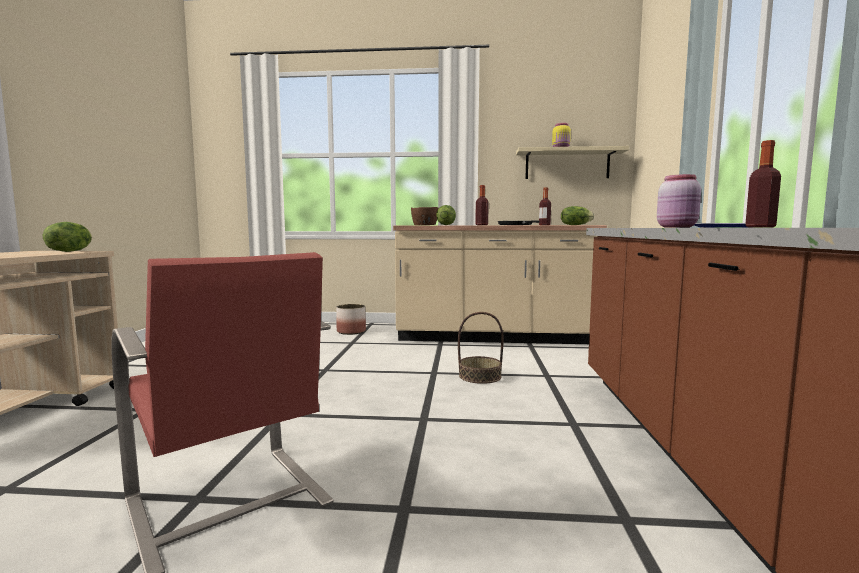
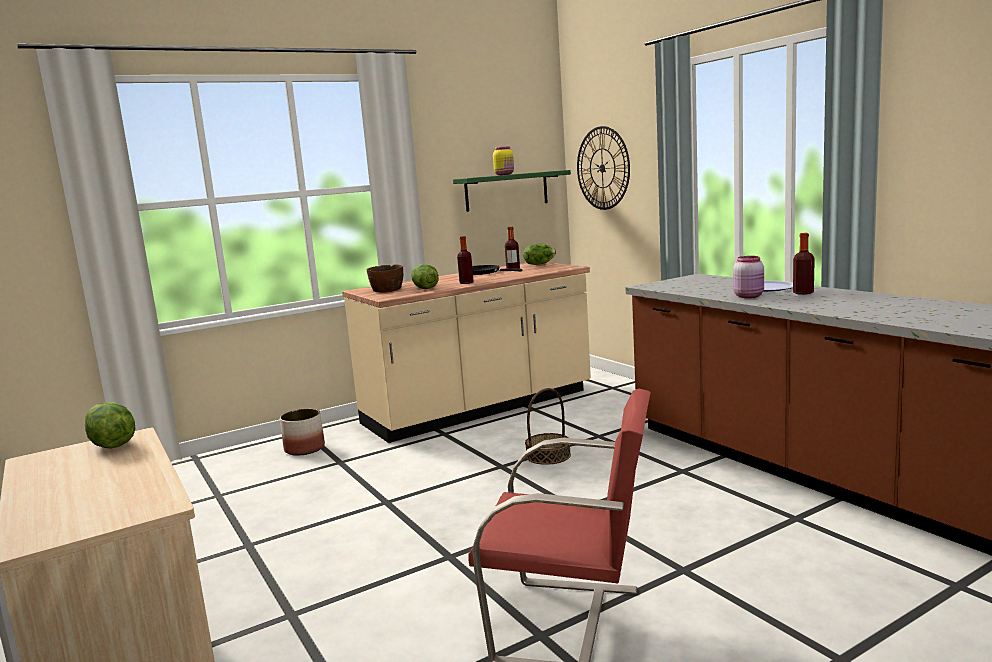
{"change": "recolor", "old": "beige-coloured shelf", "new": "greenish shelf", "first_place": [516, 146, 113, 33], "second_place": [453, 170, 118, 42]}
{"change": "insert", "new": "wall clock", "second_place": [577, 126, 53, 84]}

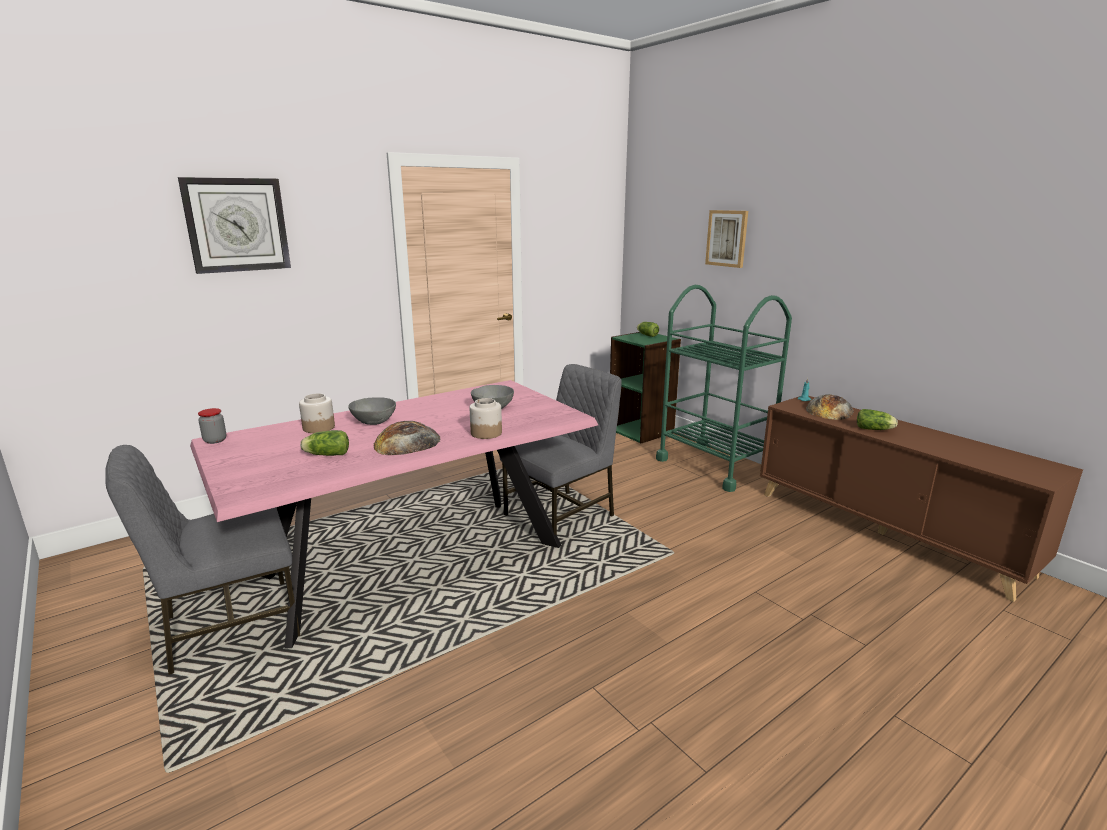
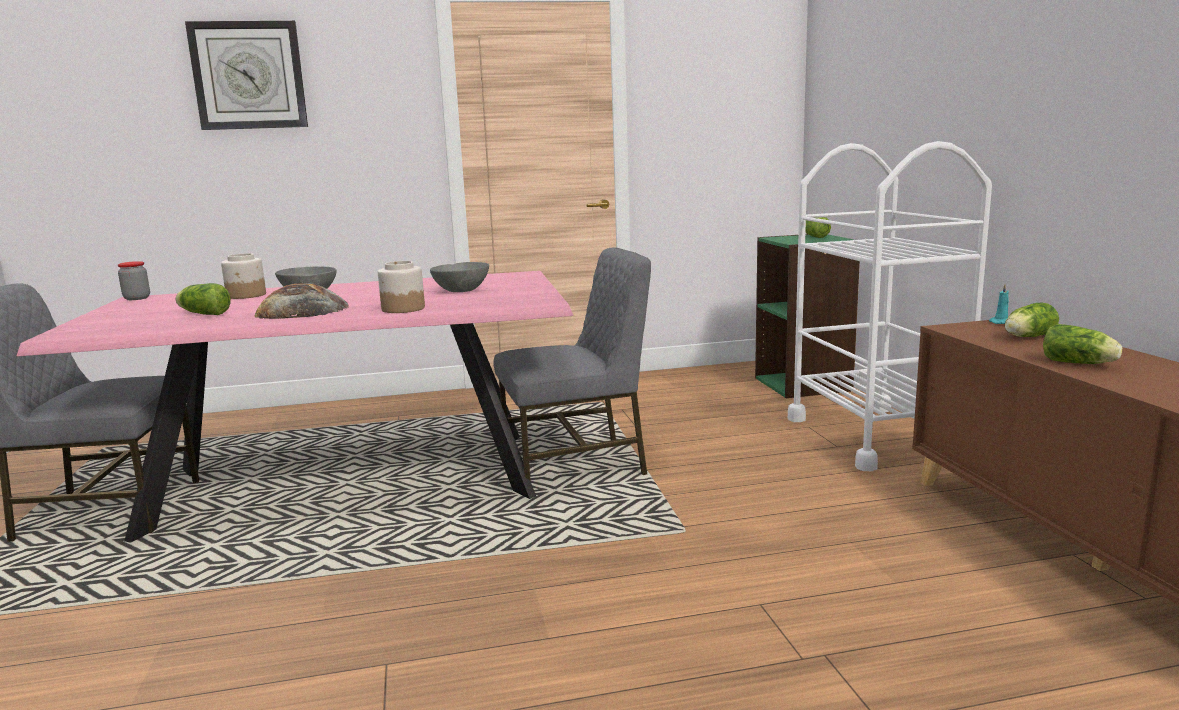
{"change": "delete", "old": "picture", "first_place": [705, 210, 43, 58]}
{"change": "recolor", "old": "greenish trolley", "new": "whitish trolley", "first_place": [656, 285, 136, 207], "second_place": [788, 141, 204, 330]}
{"change": "replace", "old": "baked bread", "new": "lettuce", "first_place": [806, 394, 48, 26], "second_place": [1005, 303, 54, 34]}

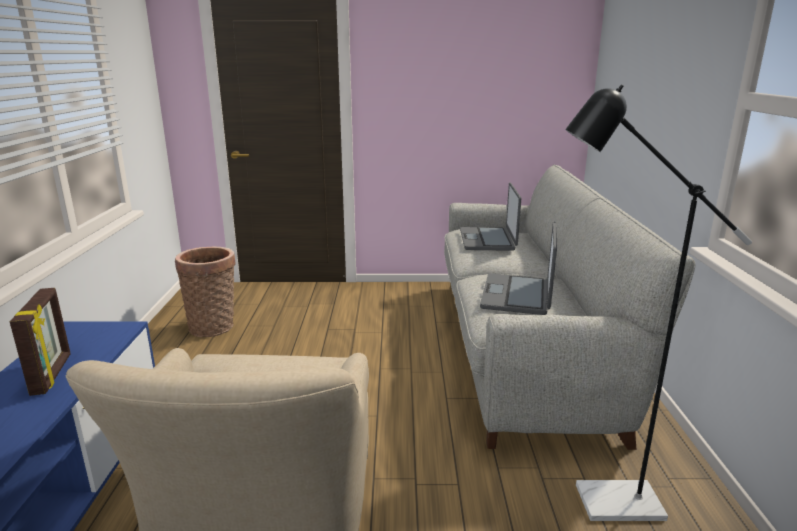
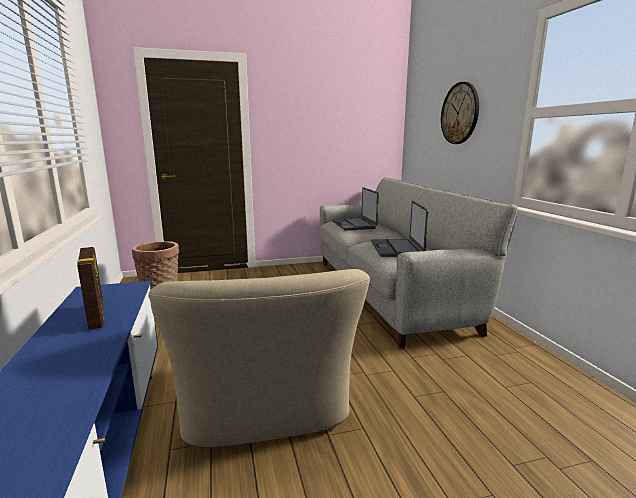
{"change": "delete", "old": "blackish floor lamp", "first_place": [565, 85, 187, 436]}
{"change": "insert", "new": "wall clock", "second_place": [441, 82, 38, 62]}

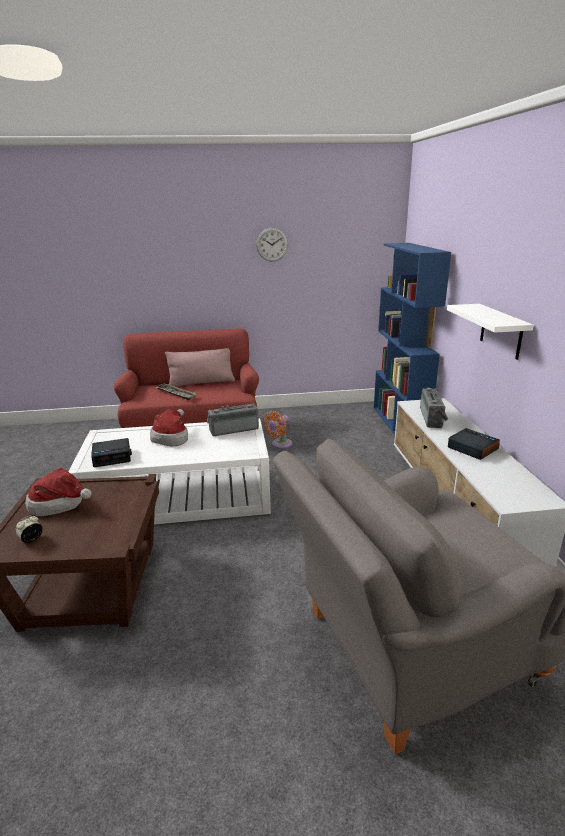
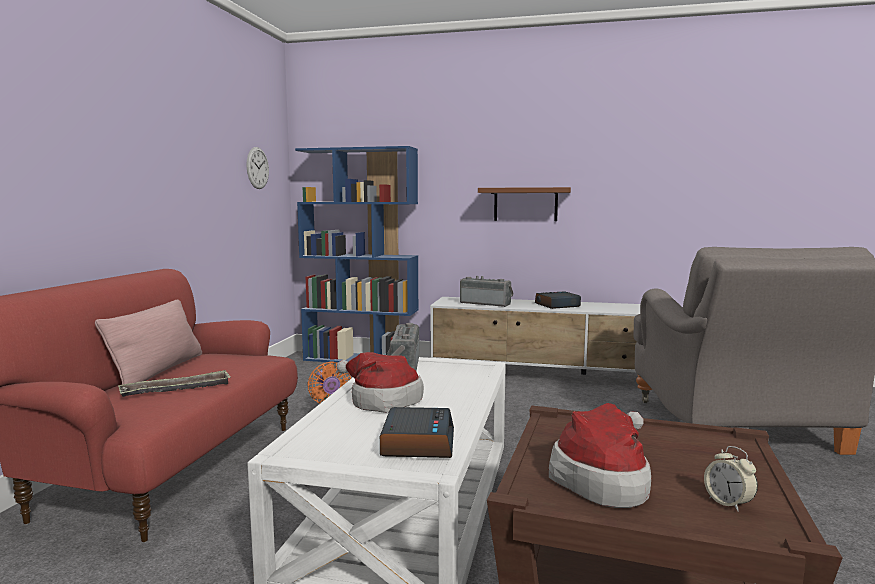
{"change": "move", "old": "wall clock", "first_place": [256, 228, 32, 34], "second_place": [247, 147, 22, 42]}
{"change": "recolor", "old": "whitish shelf", "new": "brownish shelf", "first_place": [447, 304, 87, 56], "second_place": [478, 187, 93, 34]}

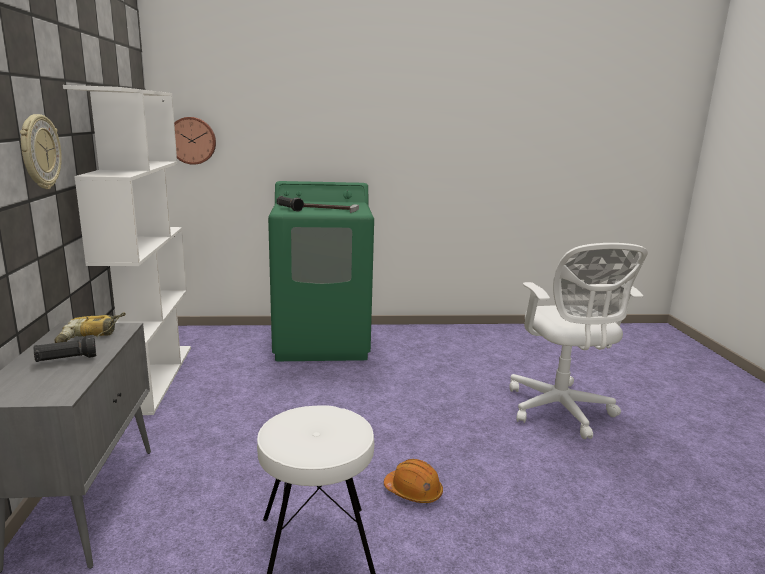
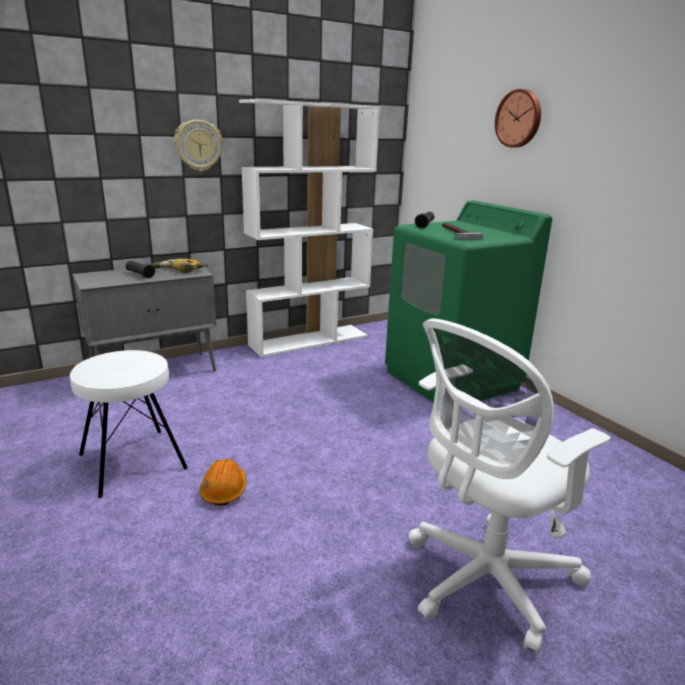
{"change": "move", "old": "wall clock", "first_place": [174, 117, 42, 48], "second_place": [495, 89, 46, 59]}

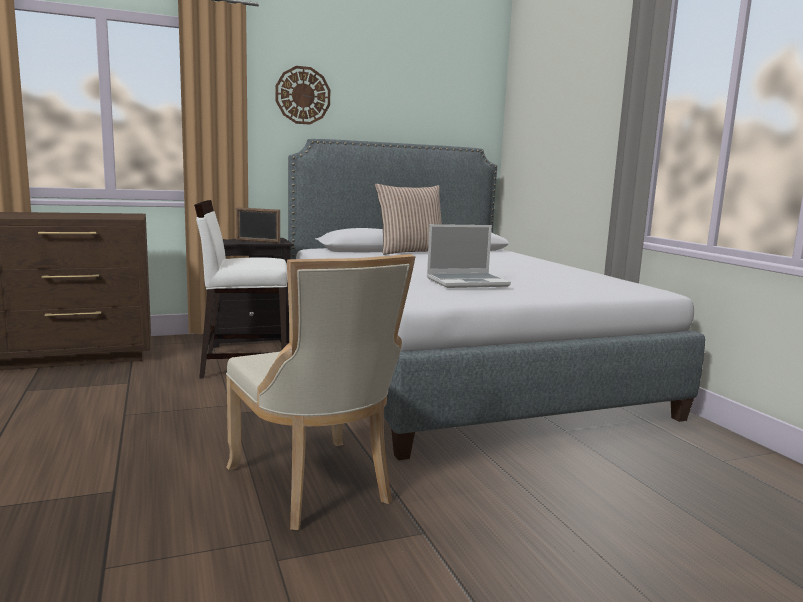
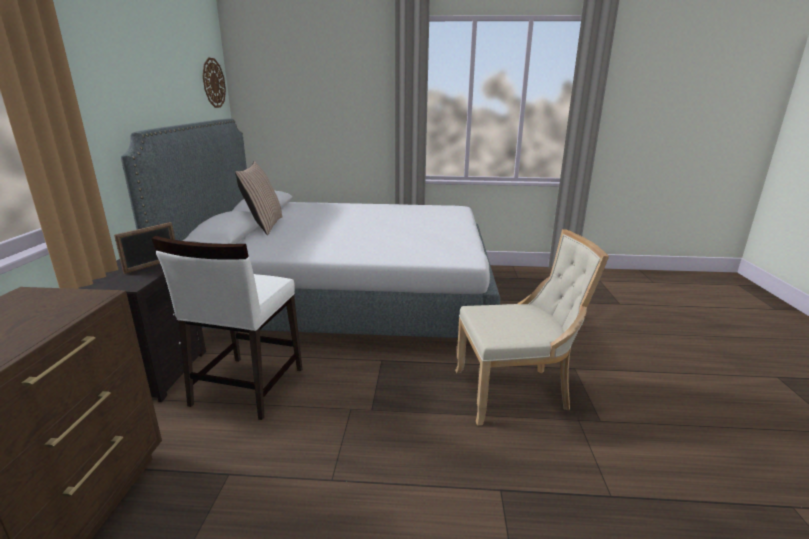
{"change": "move", "old": "wall clock", "first_place": [276, 66, 54, 59], "second_place": [203, 58, 23, 50]}
{"change": "delete", "old": "portable computer", "first_place": [427, 224, 84, 64]}

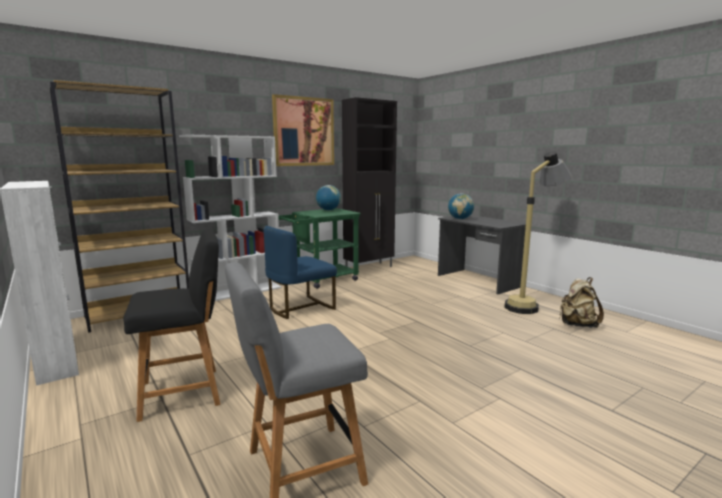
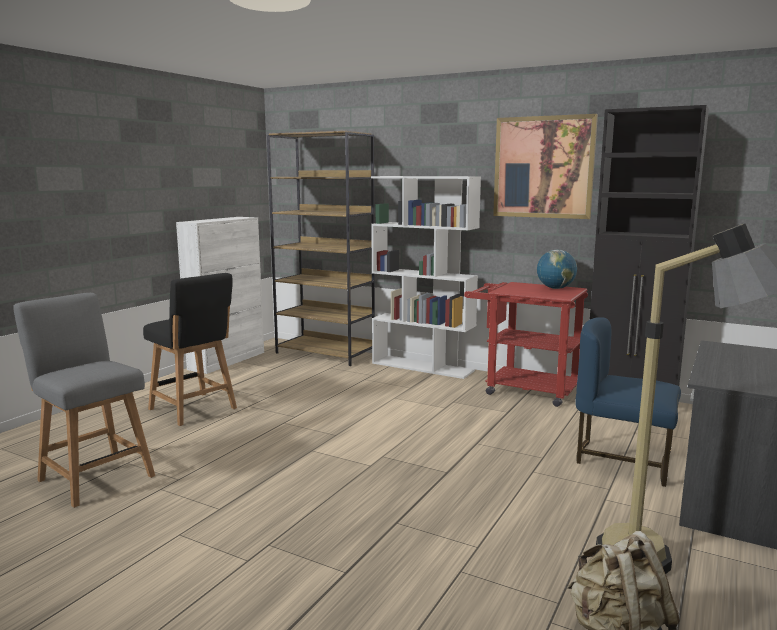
{"change": "delete", "old": "world globe", "first_place": [448, 194, 26, 26]}
{"change": "recolor", "old": "greenish trolley", "new": "red trolley", "first_place": [278, 208, 83, 81], "second_place": [464, 282, 124, 125]}
{"change": "move", "old": "bluish upright chair", "first_place": [263, 226, 74, 93], "second_place": [575, 317, 106, 170]}

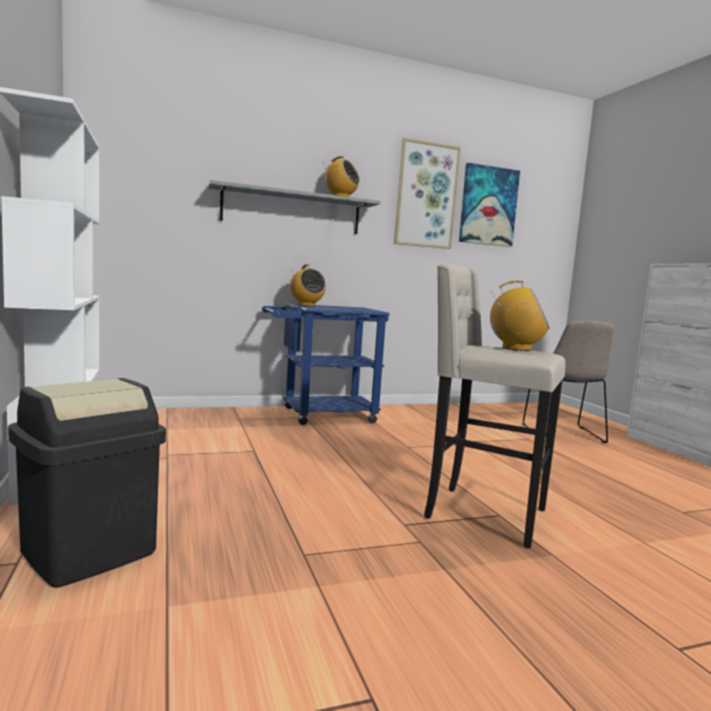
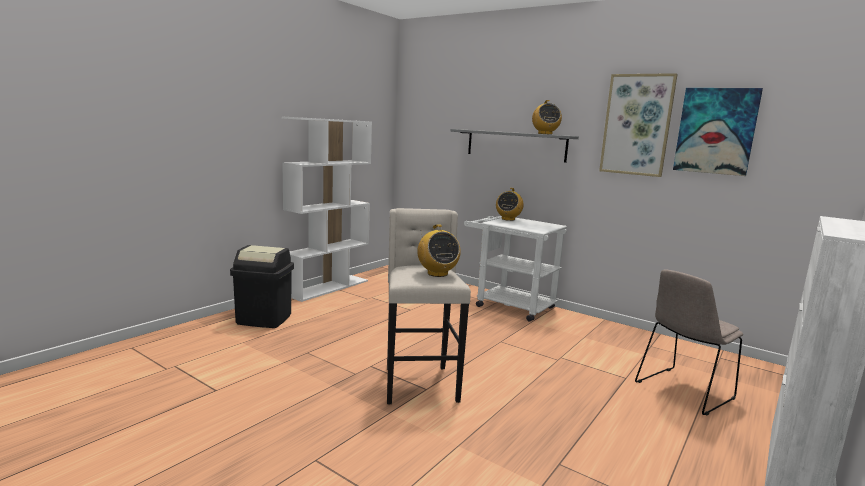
{"change": "recolor", "old": "bluish trolley", "new": "whitish trolley", "first_place": [262, 304, 128, 121], "second_place": [464, 216, 103, 106]}

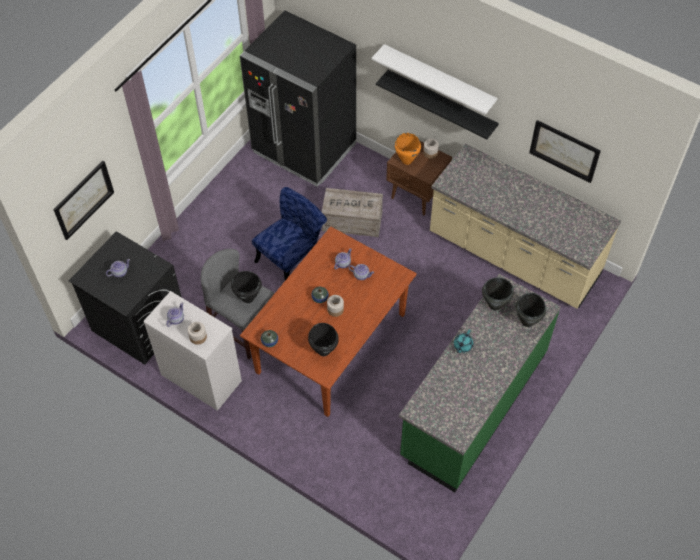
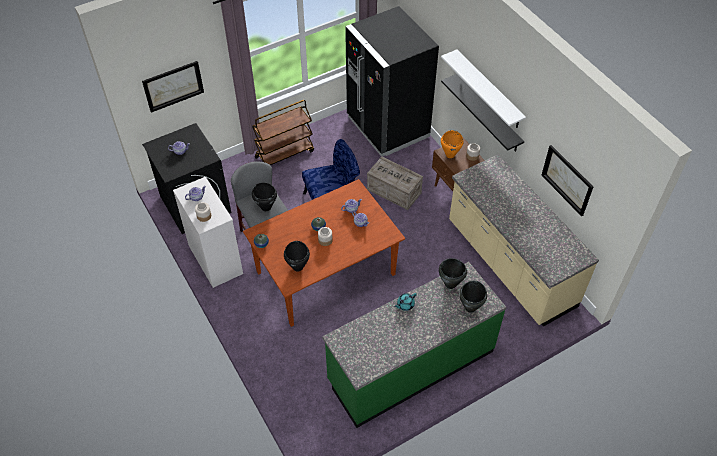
{"change": "insert", "new": "brownish trolley", "second_place": [252, 100, 62, 65]}

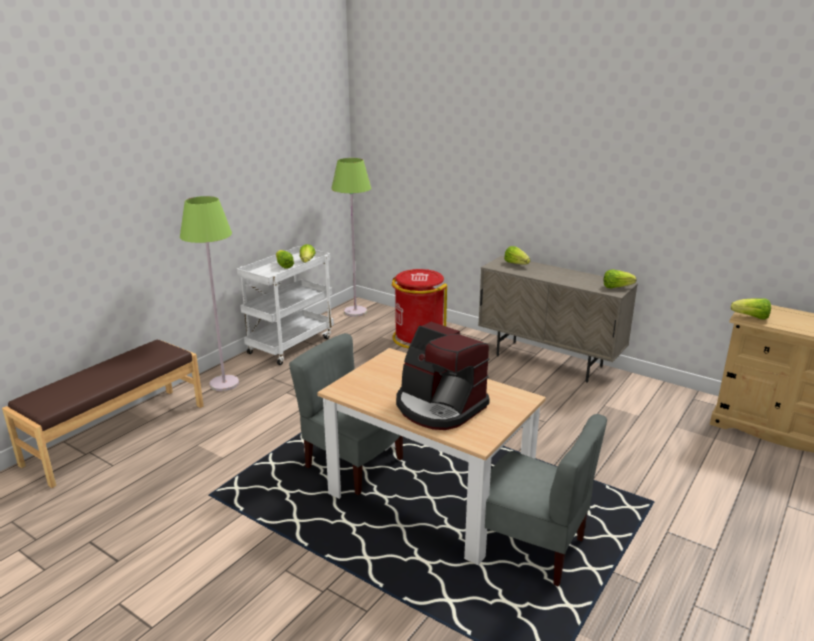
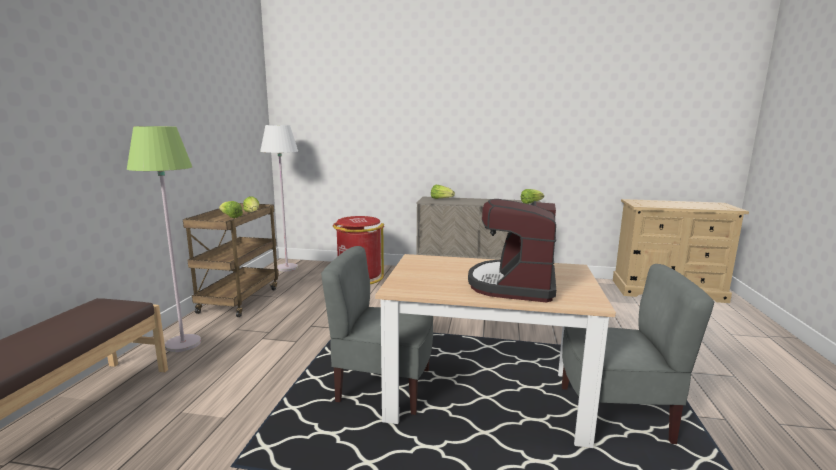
{"change": "recolor", "old": "greenish floor lamp", "new": "whitish floor lamp", "first_place": [331, 158, 40, 159], "second_place": [260, 125, 38, 147]}
{"change": "recolor", "old": "whitish trolley", "new": "brownish trolley", "first_place": [237, 246, 97, 119], "second_place": [183, 203, 96, 114]}
{"change": "delete", "old": "lettuce", "first_place": [731, 298, 40, 22]}
{"change": "rotate", "old": "coffee machine", "first_place": [396, 322, 94, 108], "second_place": [468, 199, 88, 104], "degrees": 90}

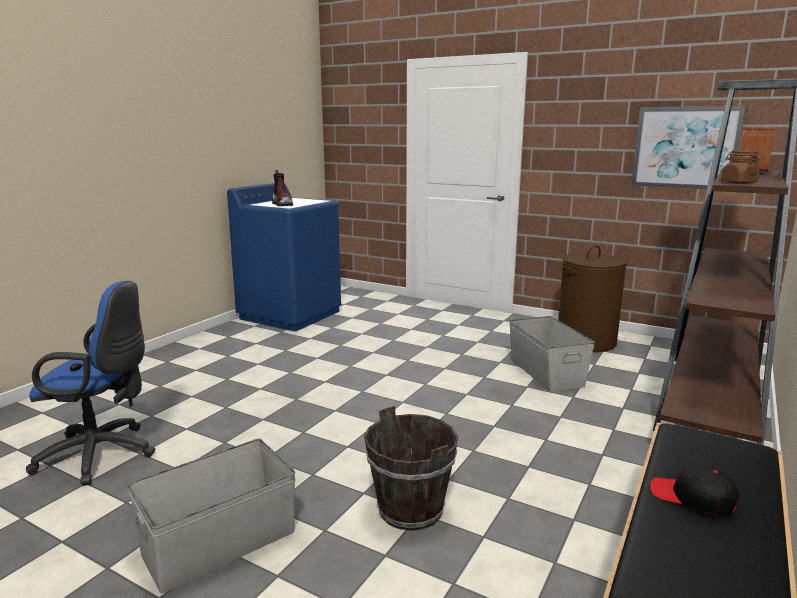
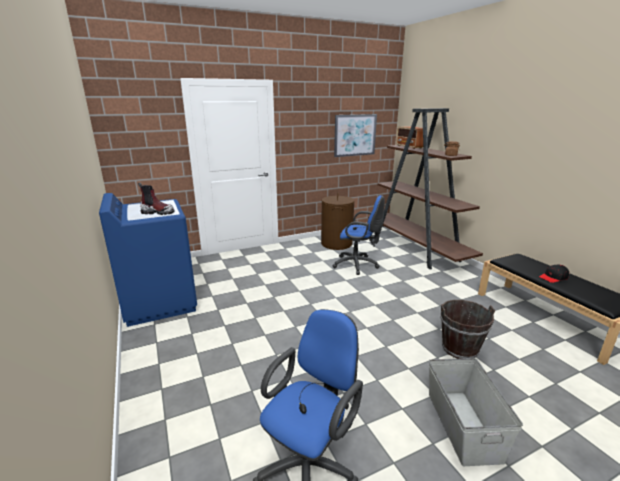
{"change": "replace", "old": "greyish storage container", "new": "bluish office chair", "first_place": [509, 316, 86, 76], "second_place": [332, 195, 53, 80]}

